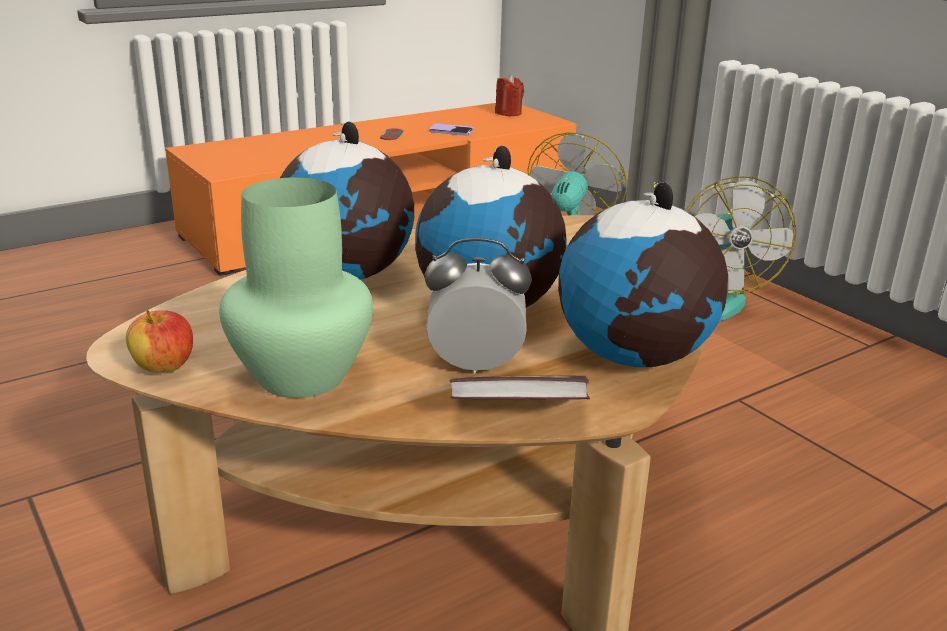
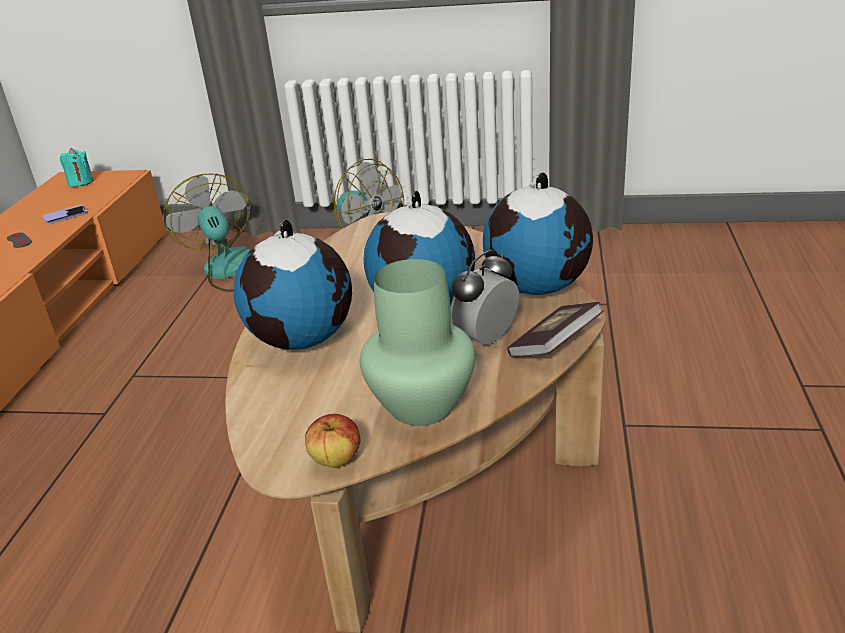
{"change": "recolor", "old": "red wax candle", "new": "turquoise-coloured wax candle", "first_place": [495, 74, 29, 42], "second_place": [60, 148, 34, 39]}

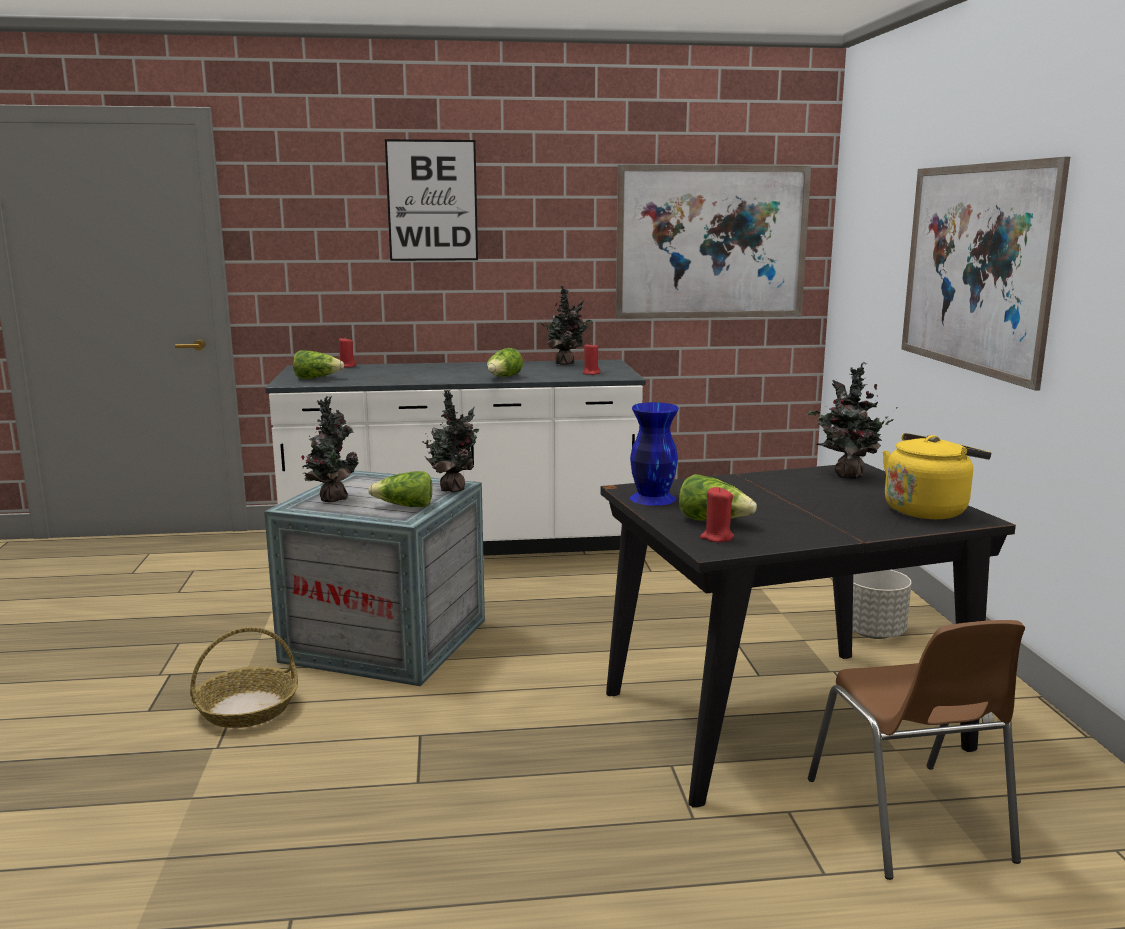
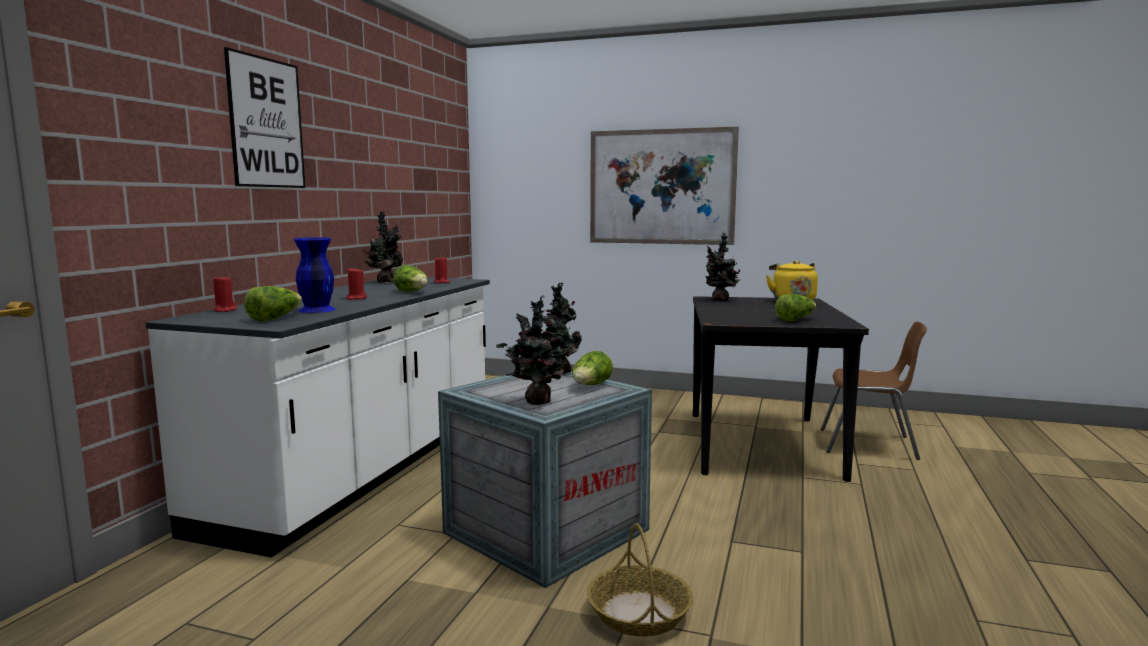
{"change": "delete", "old": "picture", "first_place": [616, 165, 195, 154]}
{"change": "move", "old": "bluish decorative vase", "first_place": [630, 402, 49, 104], "second_place": [294, 237, 42, 76]}
{"change": "move", "old": "red wax candle", "first_place": [700, 487, 34, 55], "second_place": [346, 268, 21, 32]}
{"change": "delete", "old": "greyish flower pot", "first_place": [852, 570, 60, 69]}

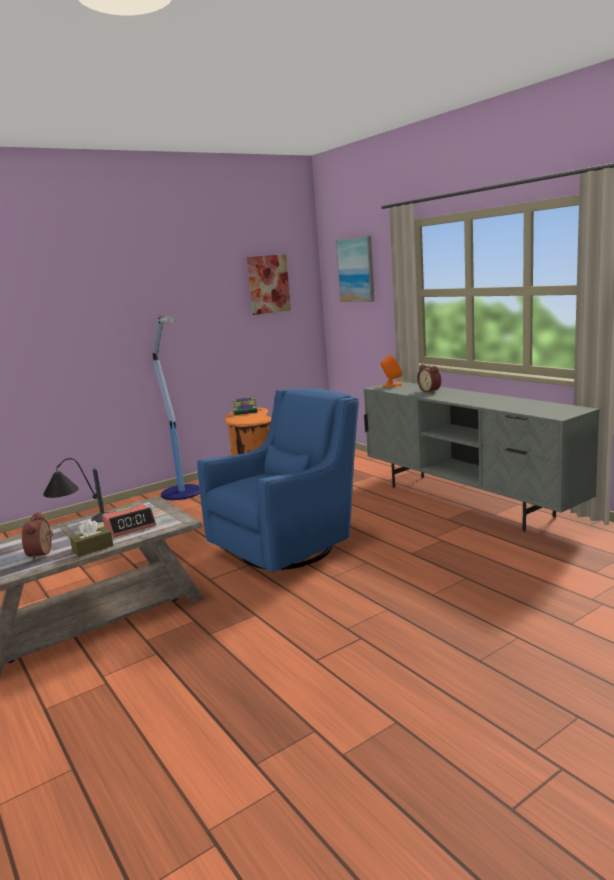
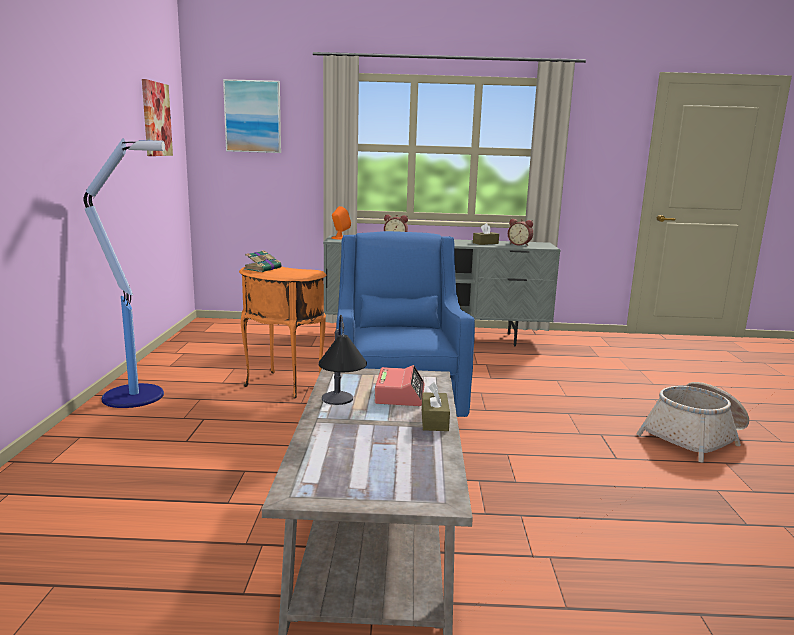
{"change": "move", "old": "table clock", "first_place": [22, 512, 31, 49], "second_place": [508, 219, 25, 27]}
{"change": "insert", "new": "brownish box of tissues", "second_place": [473, 223, 26, 22]}
{"change": "insert", "new": "basket", "second_place": [636, 382, 113, 80]}

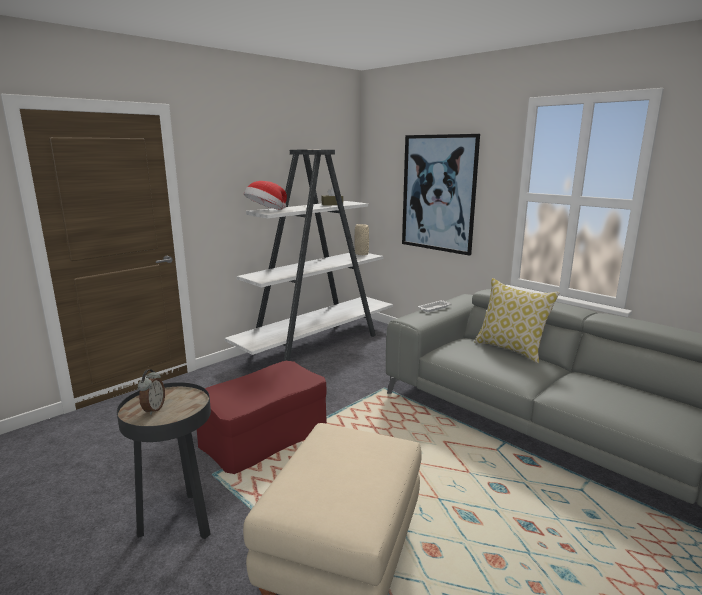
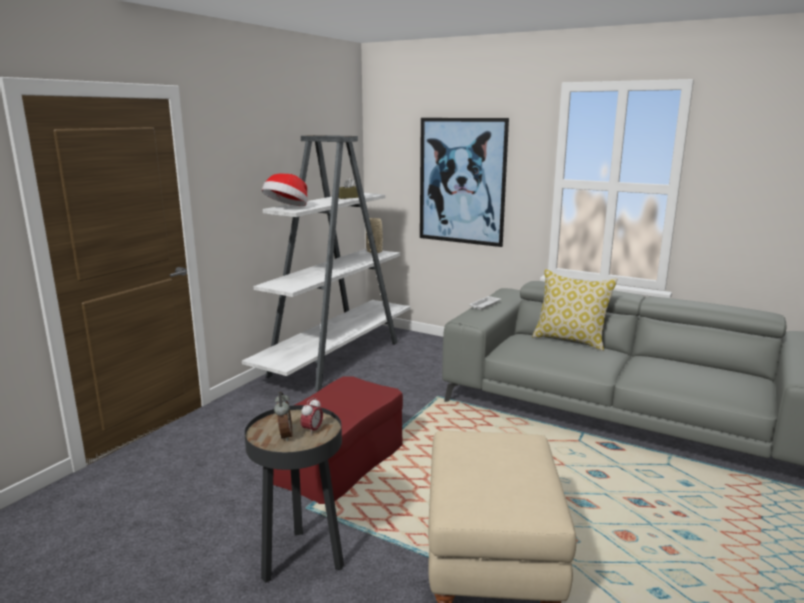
{"change": "insert", "new": "table clock", "second_place": [301, 397, 22, 39]}

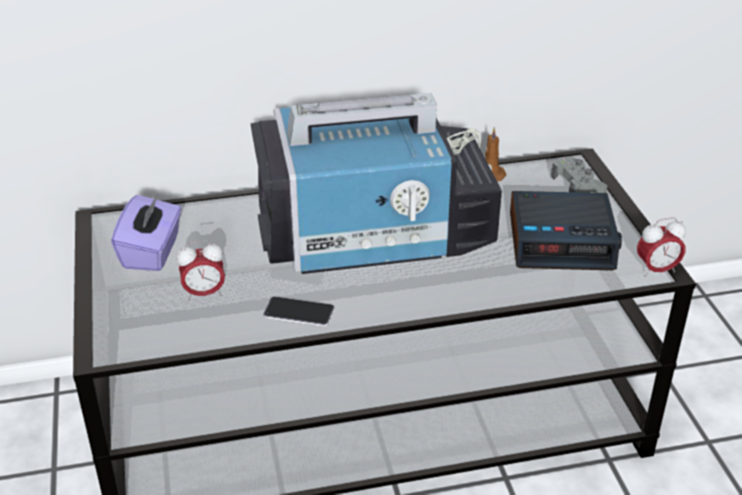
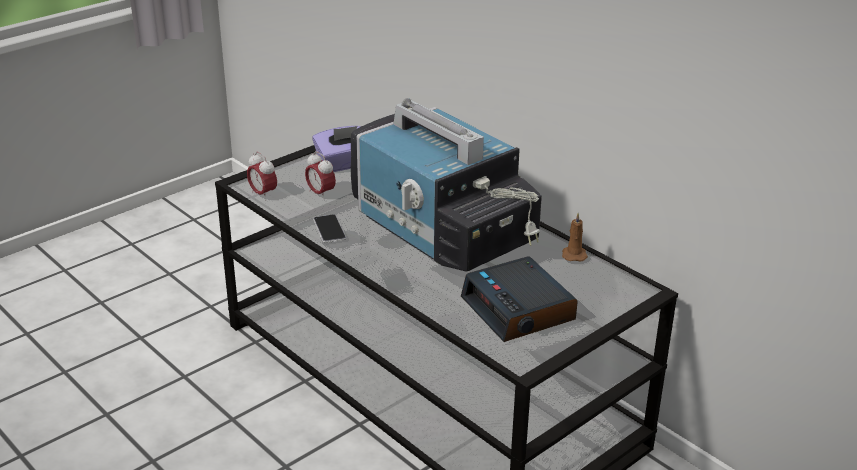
{"change": "delete", "old": "greyish joypad", "first_place": [551, 156, 56, 37]}
{"change": "move", "old": "table clock", "first_place": [637, 217, 49, 60], "second_place": [247, 152, 30, 49]}

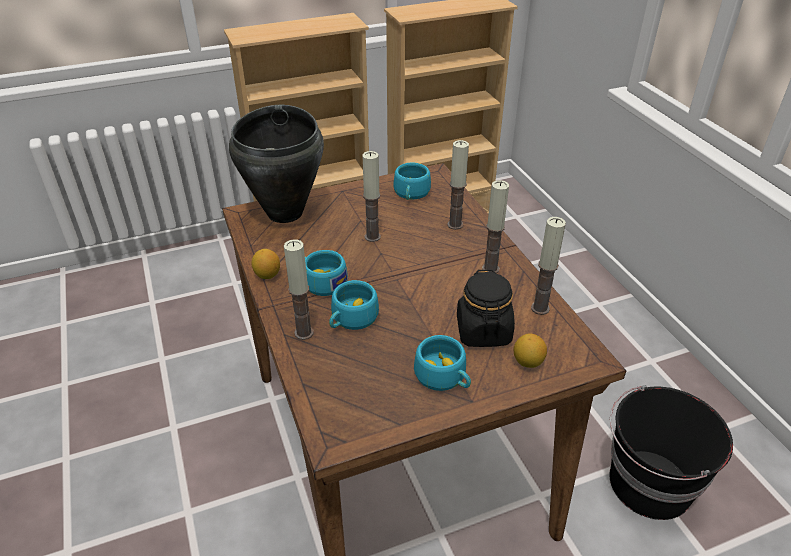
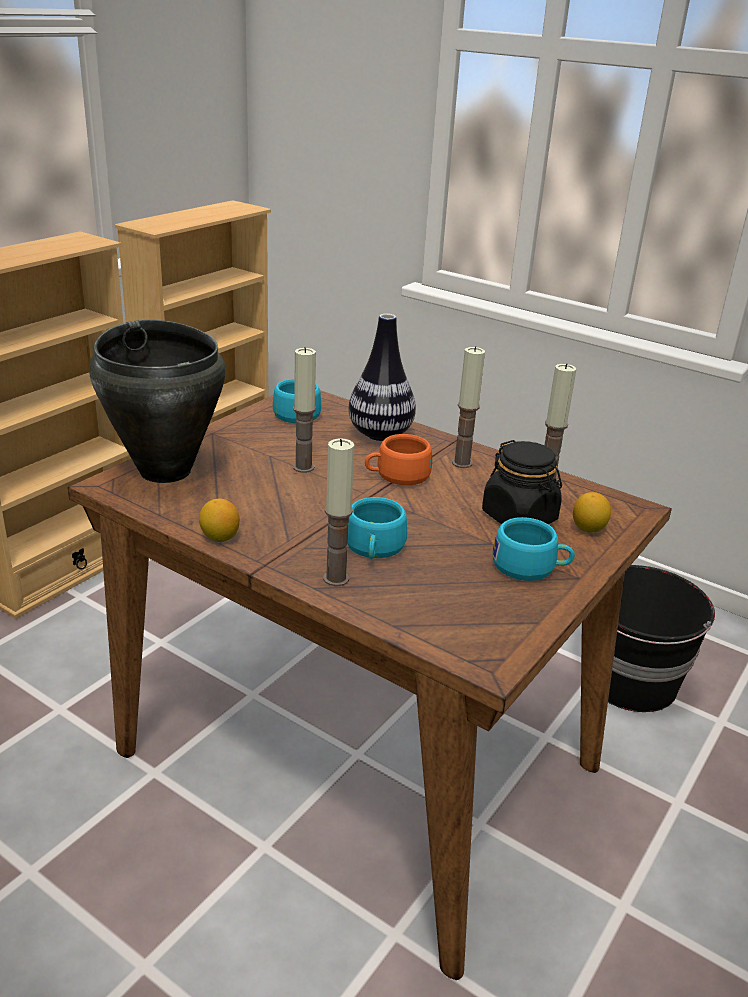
{"change": "replace", "old": "wax candle", "new": "decorative vase", "first_place": [447, 140, 22, 90], "second_place": [348, 313, 68, 128]}
{"change": "delete", "old": "turquoise-coloured cup", "first_place": [305, 250, 43, 46]}
{"change": "insert", "new": "orangey cup", "second_place": [365, 434, 67, 51]}

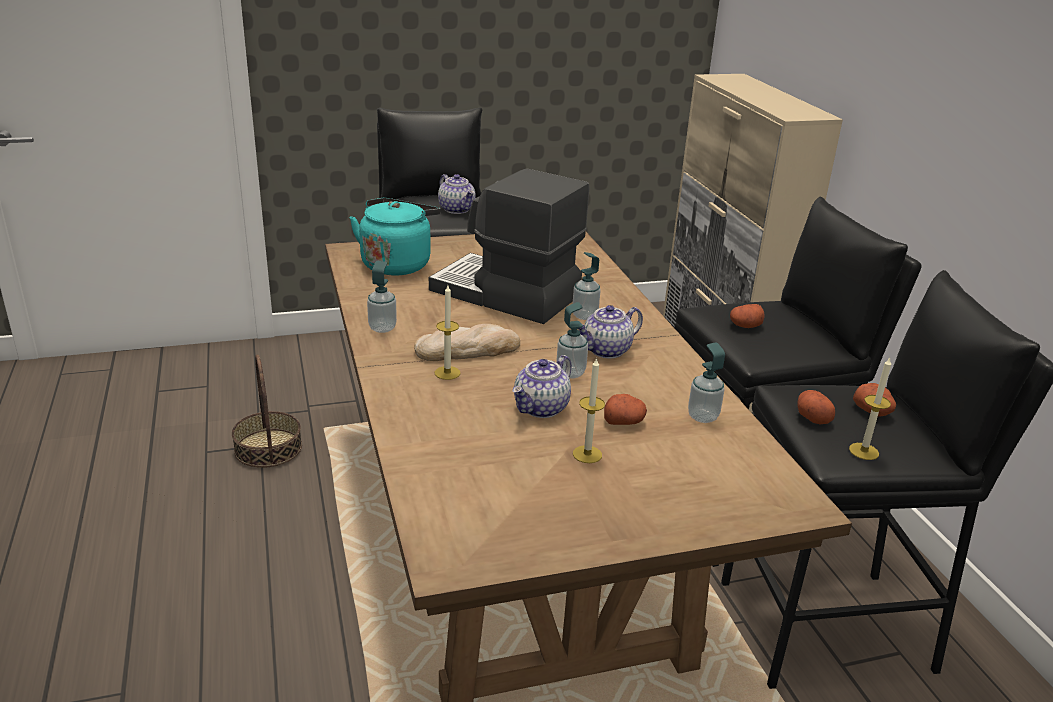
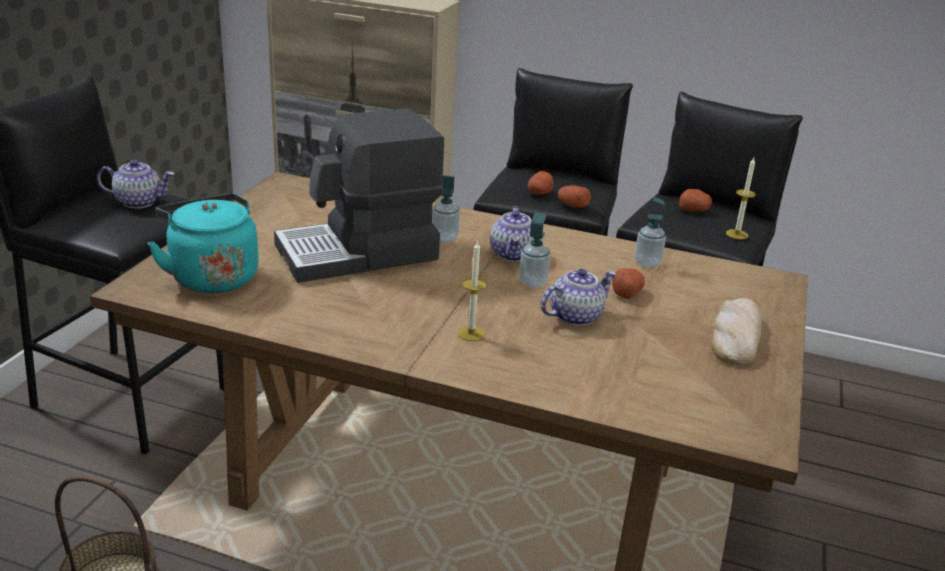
{"change": "delete", "old": "soap dispenser", "first_place": [367, 261, 30, 72]}
{"change": "move", "old": "baked bread", "first_place": [414, 324, 106, 37], "second_place": [711, 298, 52, 67]}
{"change": "rotate", "old": "pot for tea", "first_place": [513, 355, 59, 63], "second_place": [541, 269, 75, 57], "degrees": -105}
{"change": "delete", "old": "wax candle", "first_place": [573, 357, 32, 106]}
{"change": "move", "old": "whole potato", "first_place": [797, 390, 38, 34], "second_place": [558, 186, 33, 22]}

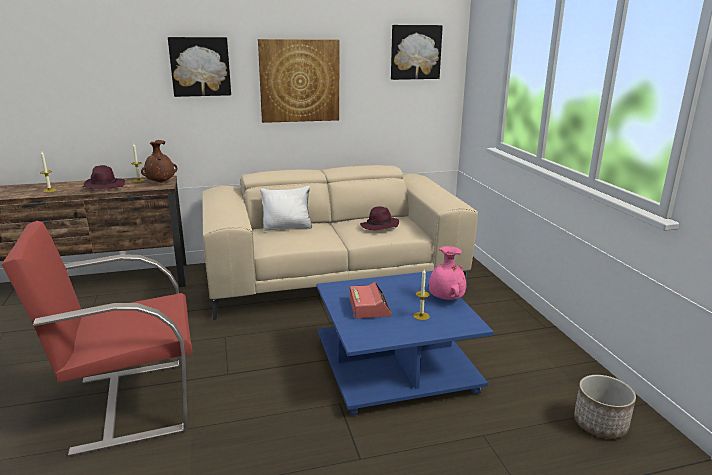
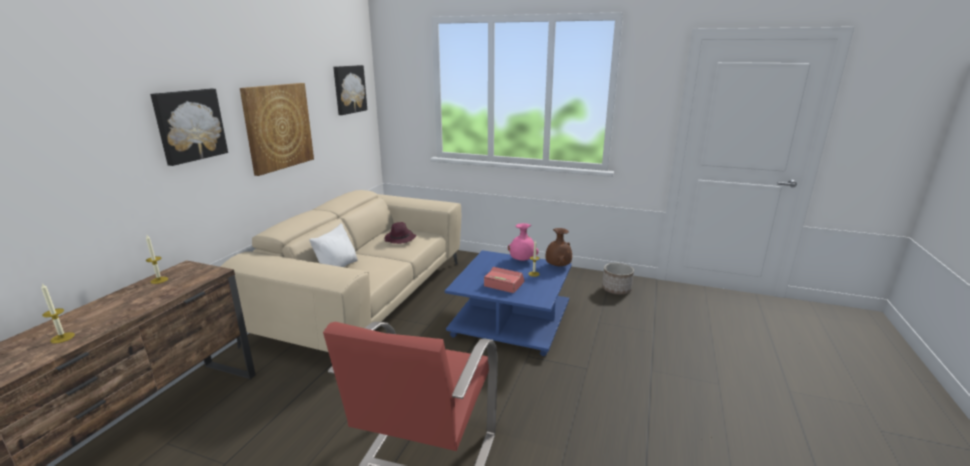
{"change": "move", "old": "brownish decorative vase", "first_place": [141, 140, 36, 42], "second_place": [546, 228, 26, 38]}
{"change": "delete", "old": "purple clothing hat", "first_place": [82, 165, 43, 24]}

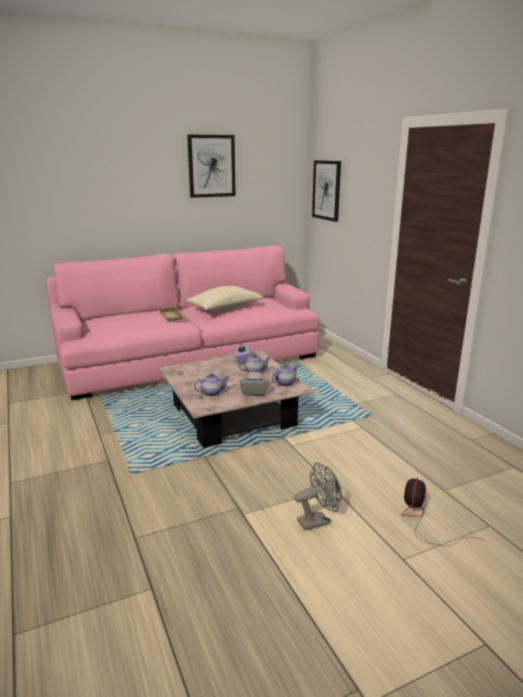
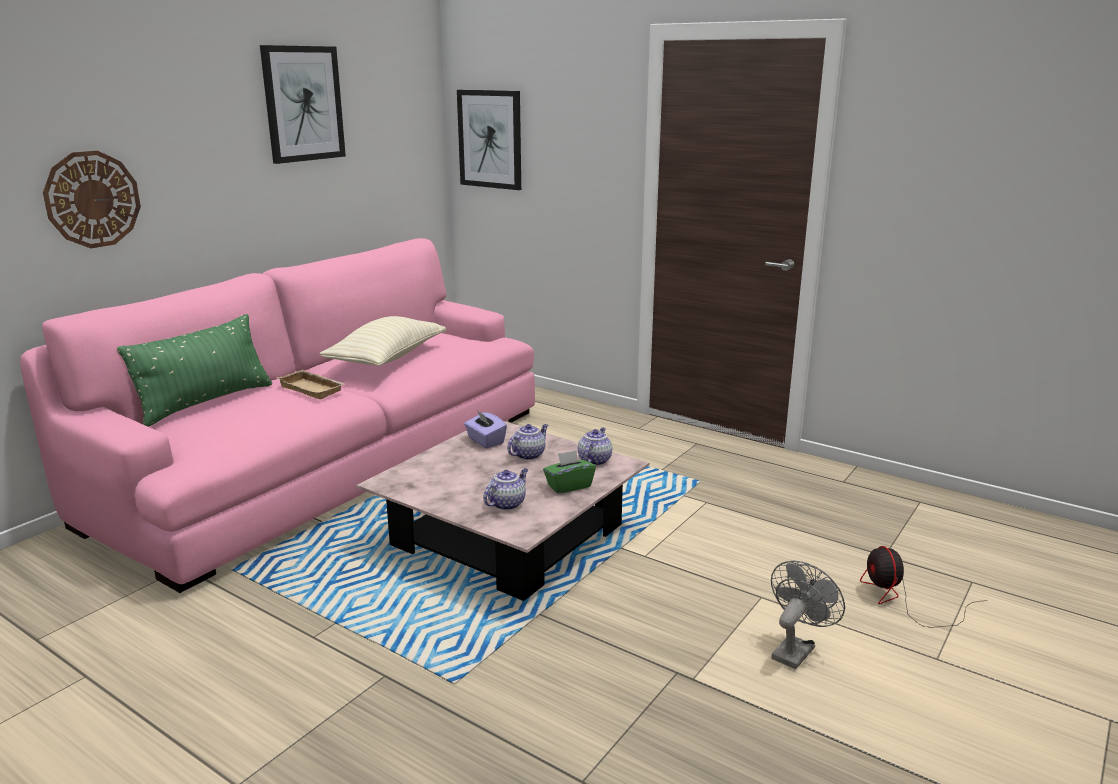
{"change": "recolor", "old": "greyish box of tissues", "new": "greenish box of tissues", "first_place": [240, 372, 28, 24], "second_place": [543, 450, 53, 44]}
{"change": "insert", "new": "wall clock", "second_place": [43, 151, 98, 97]}
{"change": "insert", "new": "greenish cushion", "second_place": [117, 314, 155, 113]}

